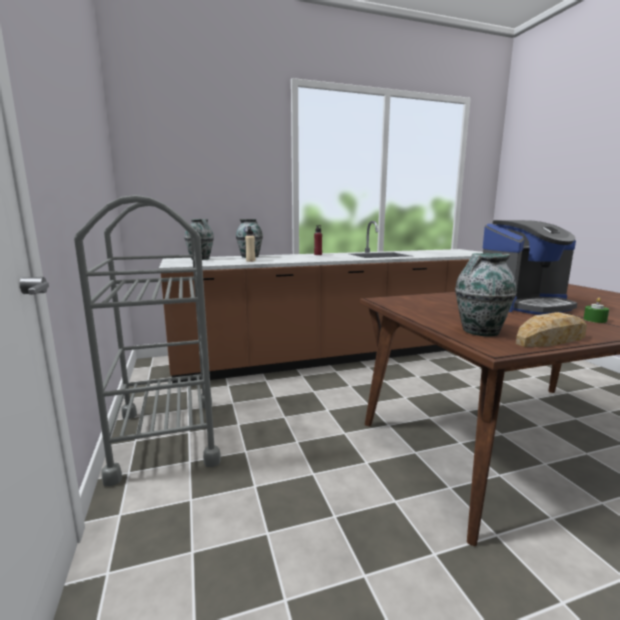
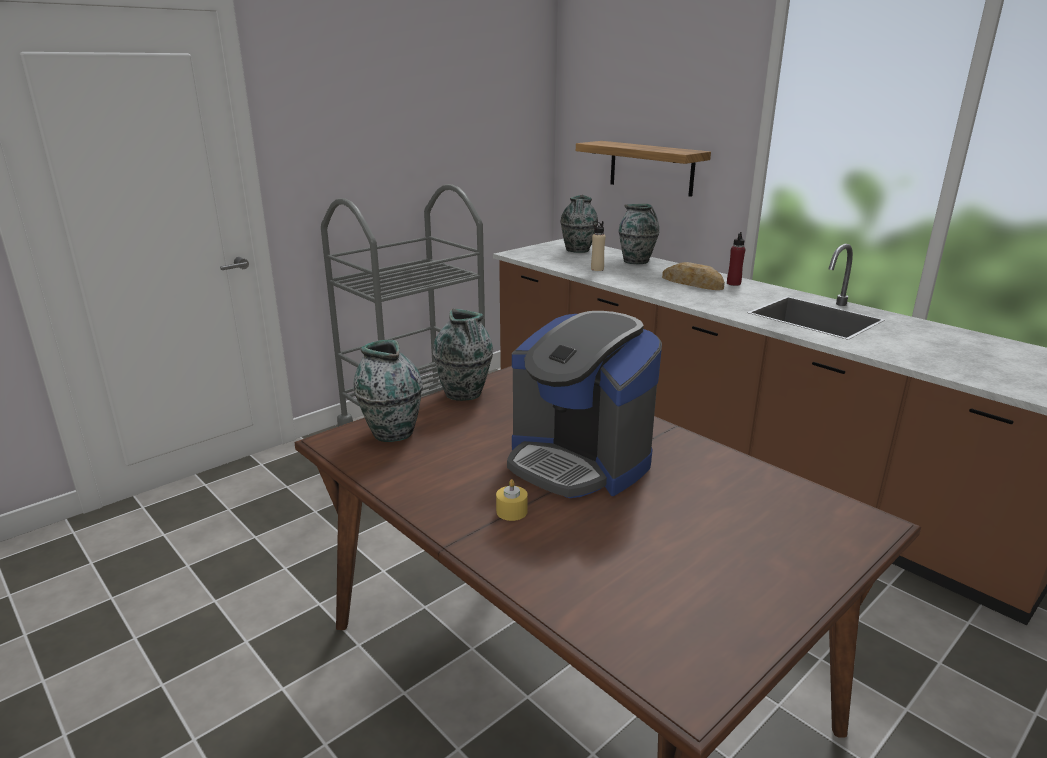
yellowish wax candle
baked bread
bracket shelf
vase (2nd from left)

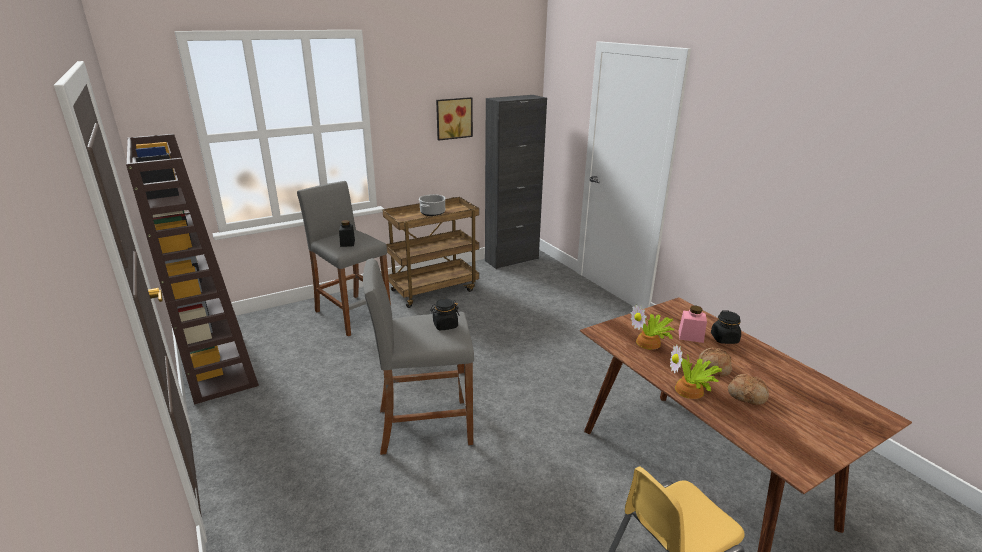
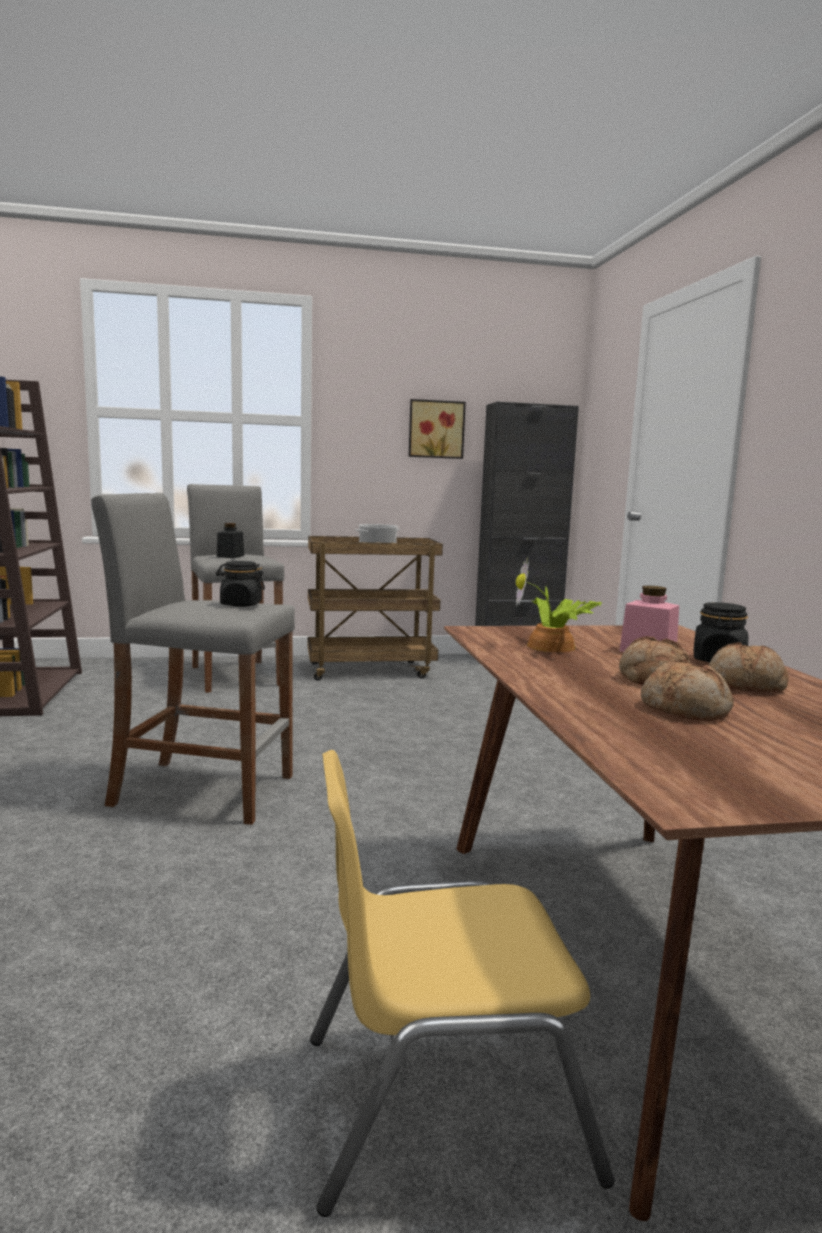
plant in a pot (2nd from left in the first image)
baked bread (3rd from left)

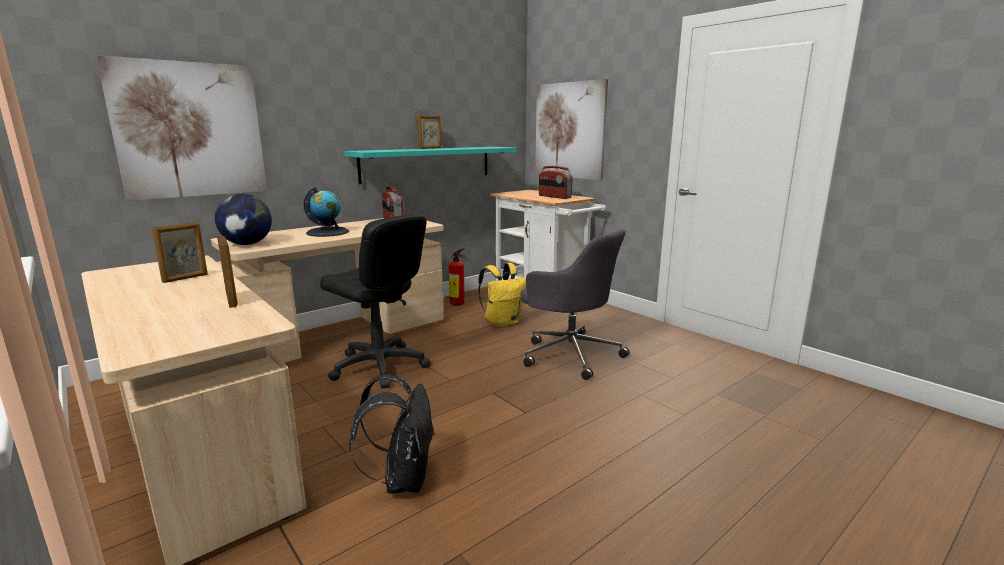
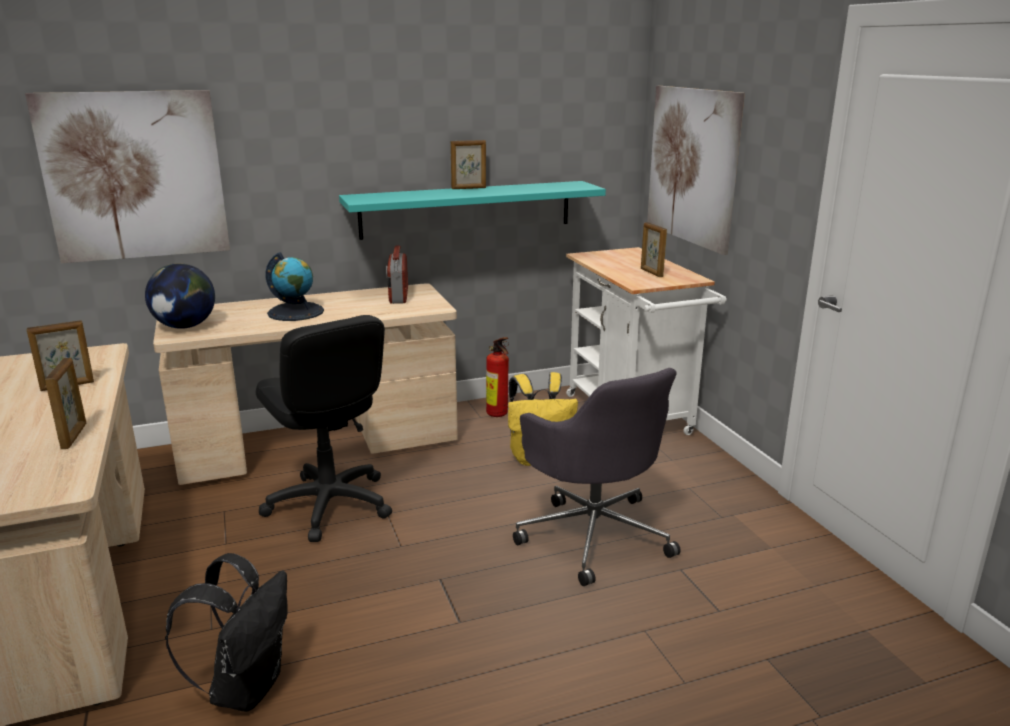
picture frame (4th from left)

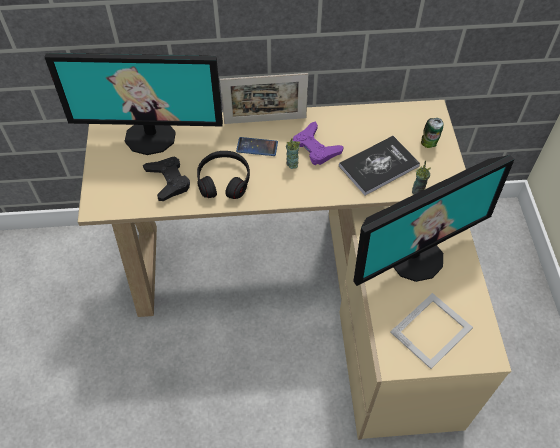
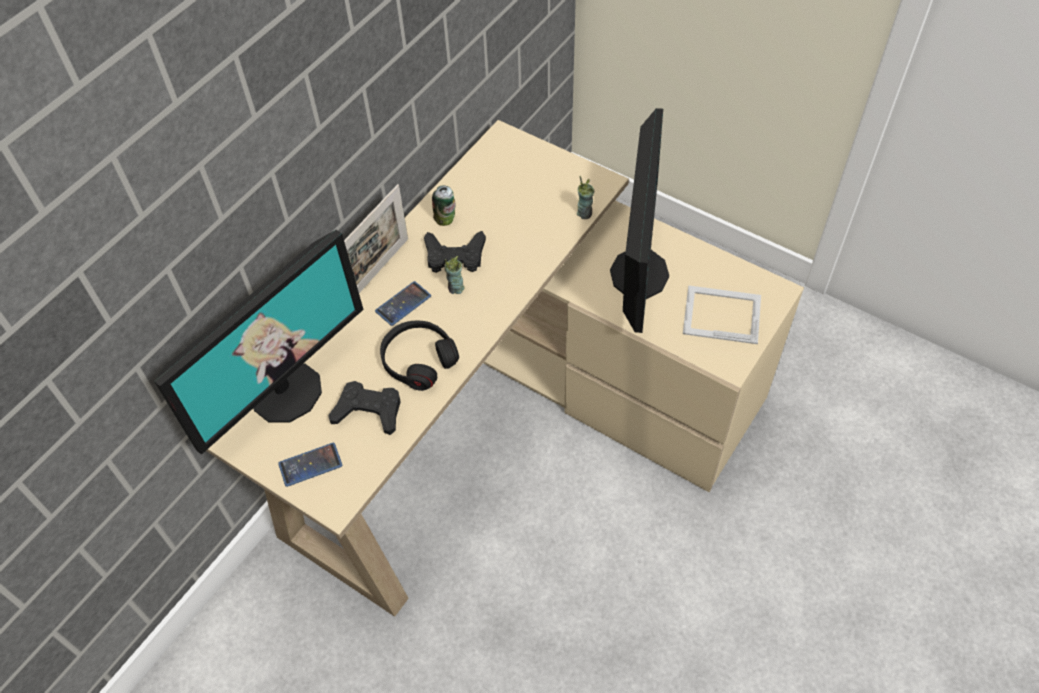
sealed can
black-coloured gamepad (2nd from left)
bound book
picture frame (2nd from left)
phone (1st from left)

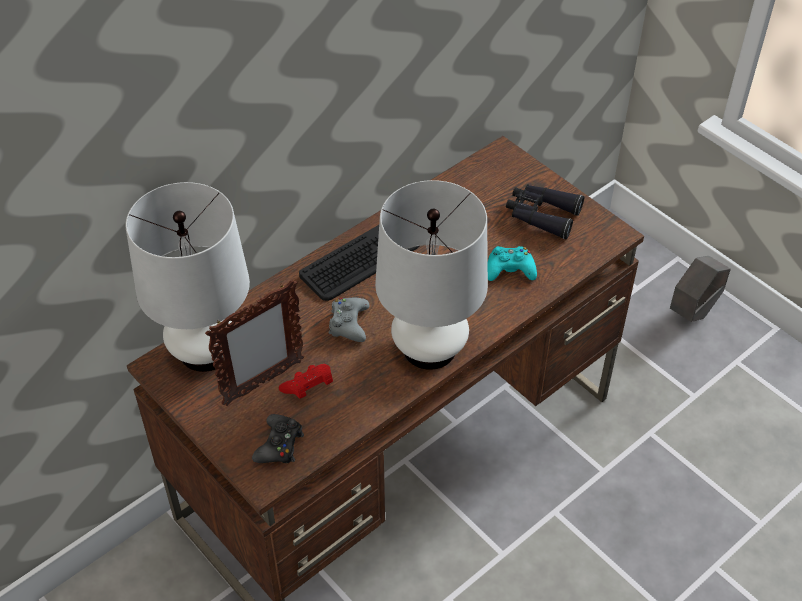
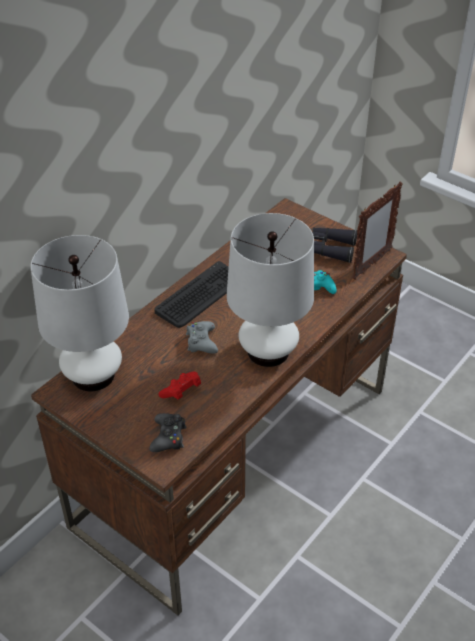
gray flower pot
picture frame

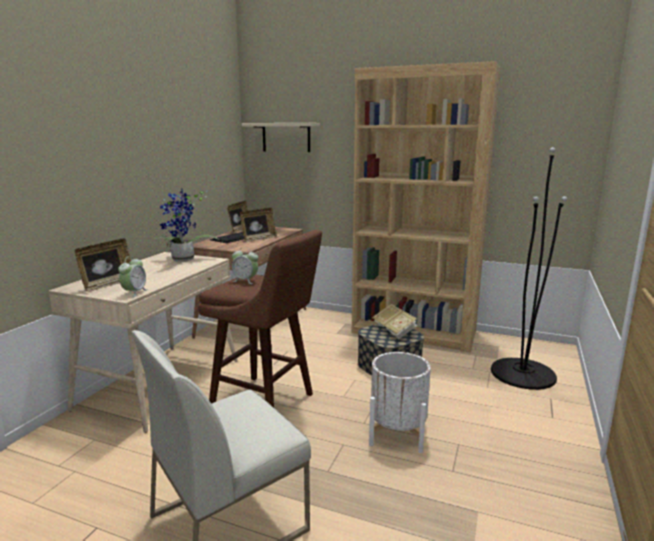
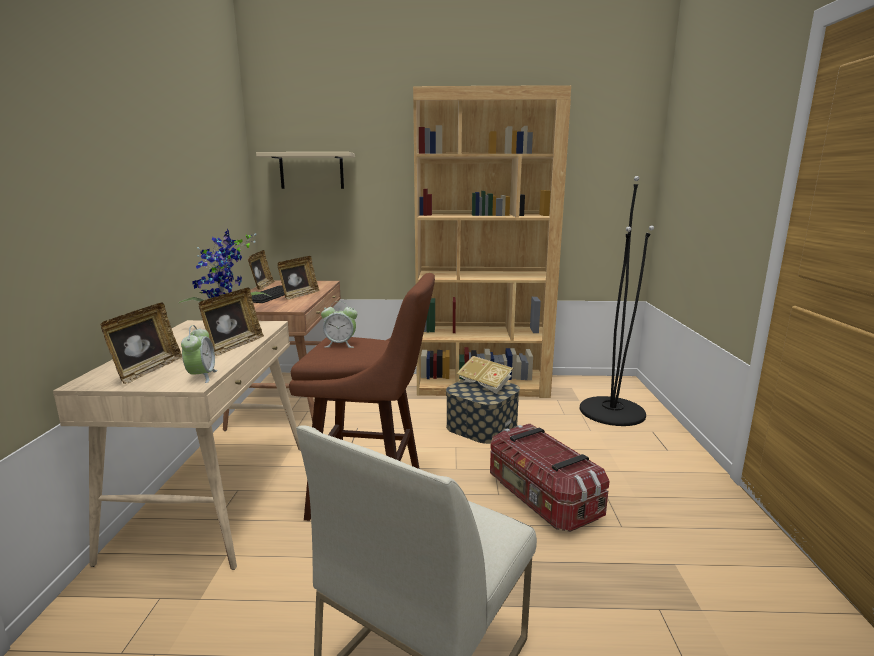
storage bin (2nd from left)
picture frame (2nd from left)

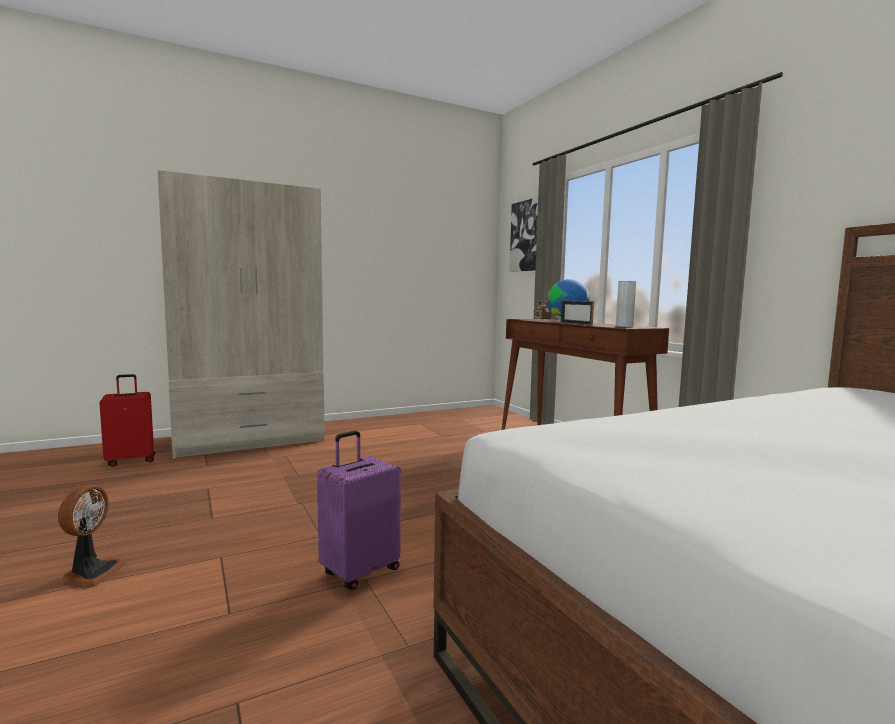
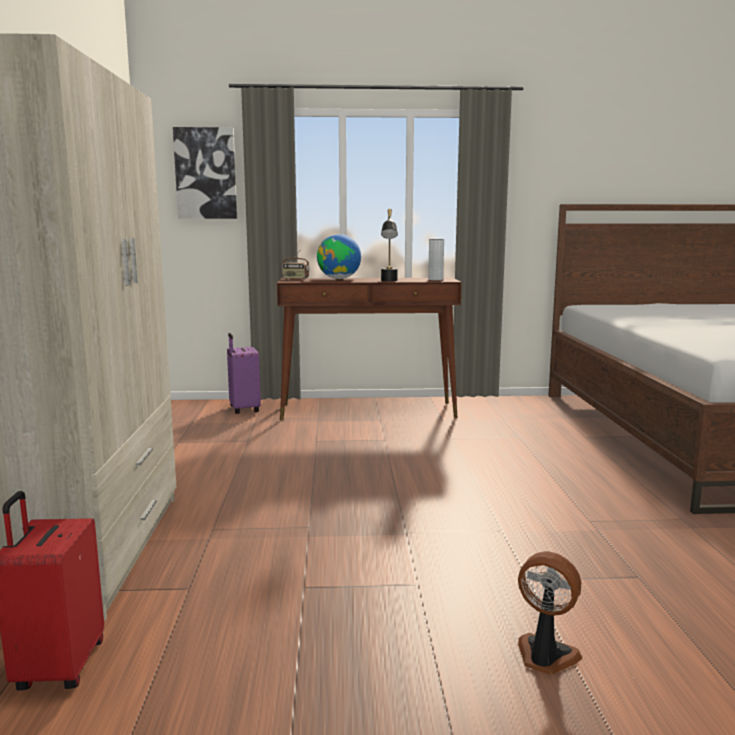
black-coloured lamp for a table
purple travel case

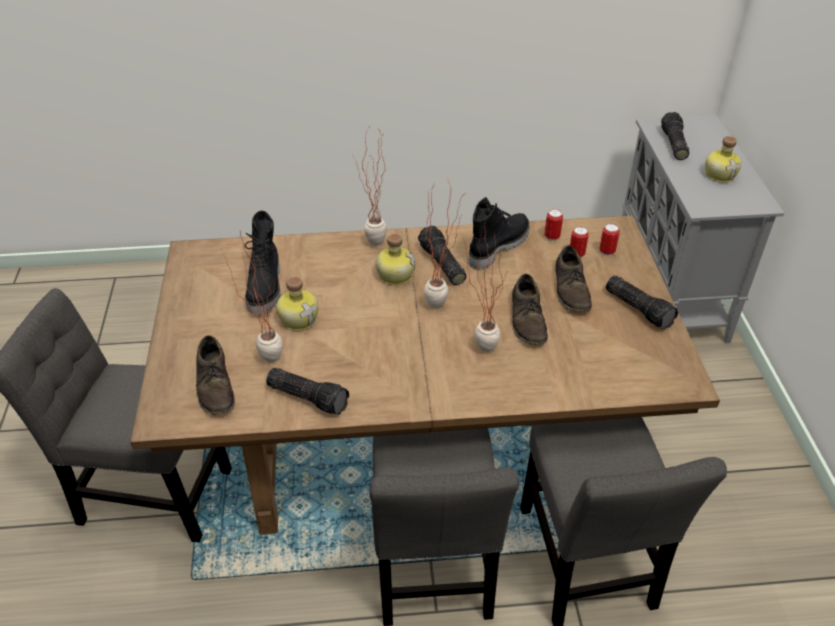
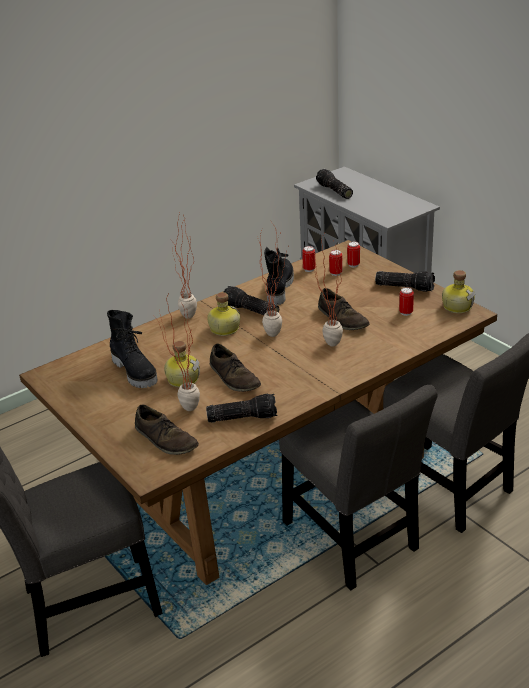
beverage bottle (3rd from left)
brownish item of footwear (2nd from left)
sealed can (4th from left)

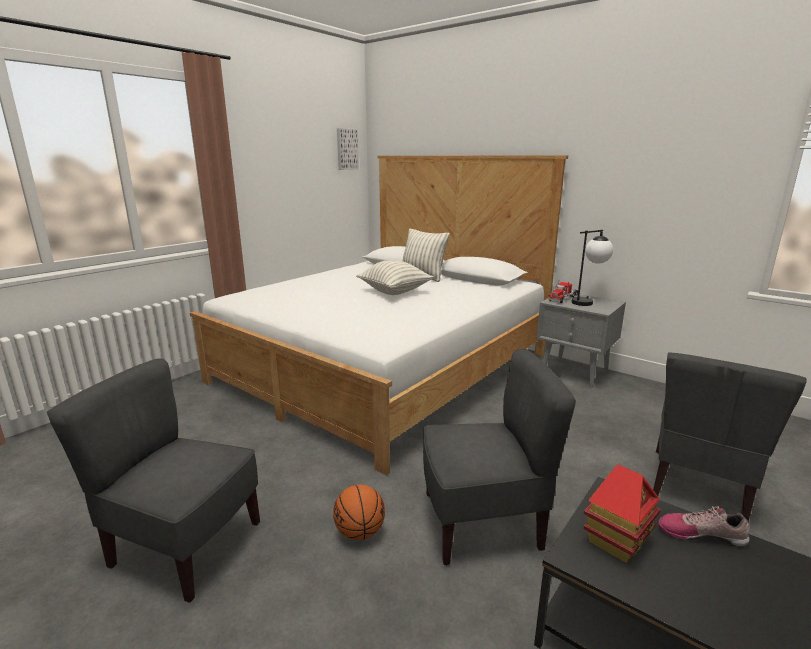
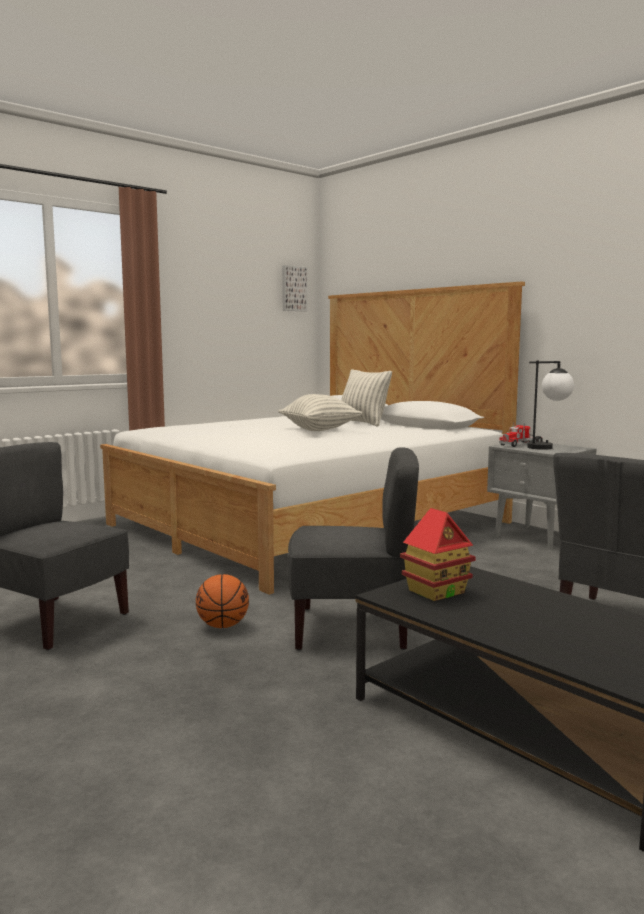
item of footwear

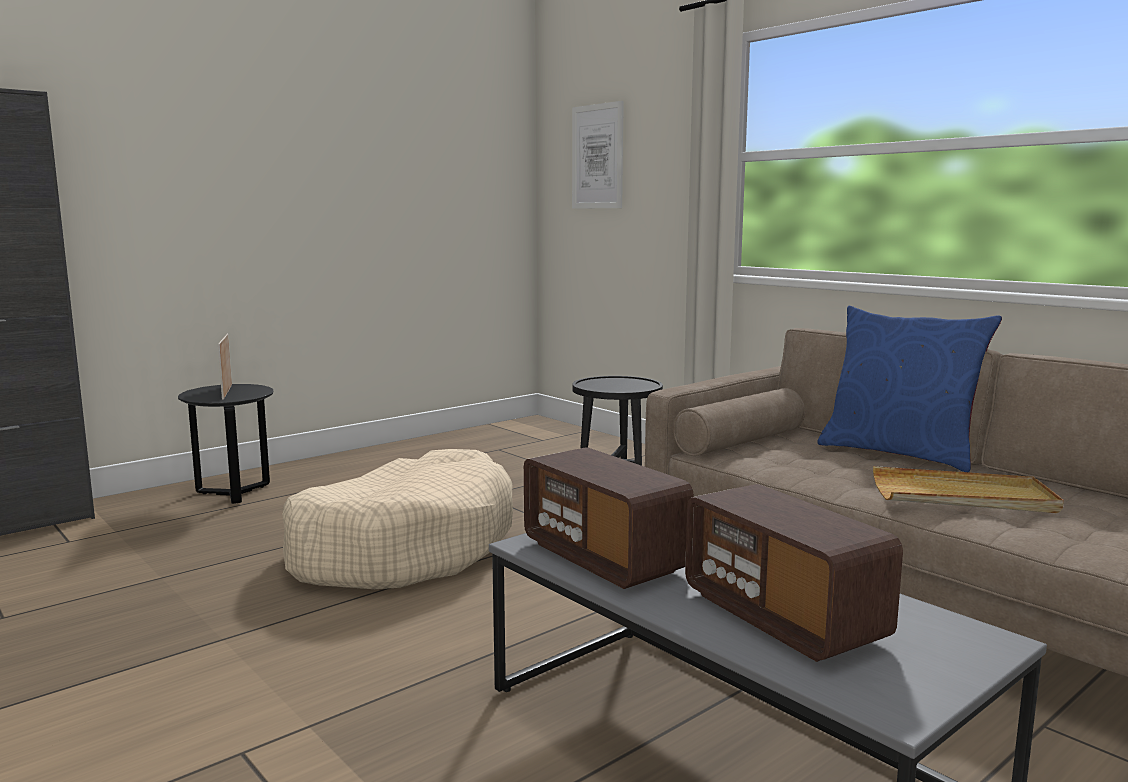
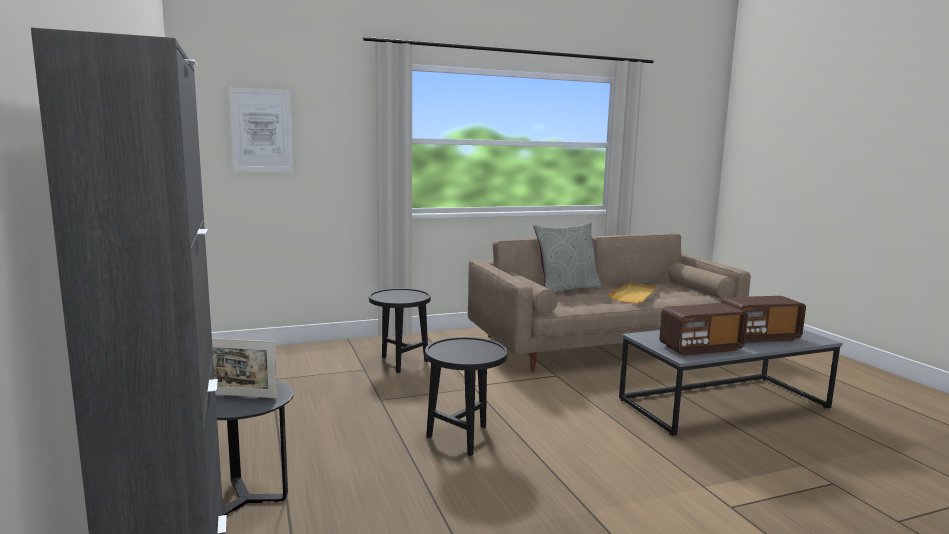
gray throw pillow
black-coloured side table (3rd from left)

